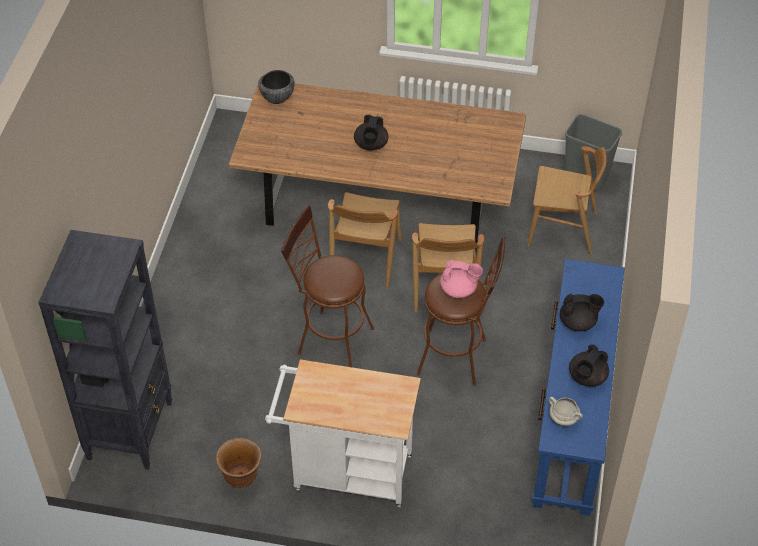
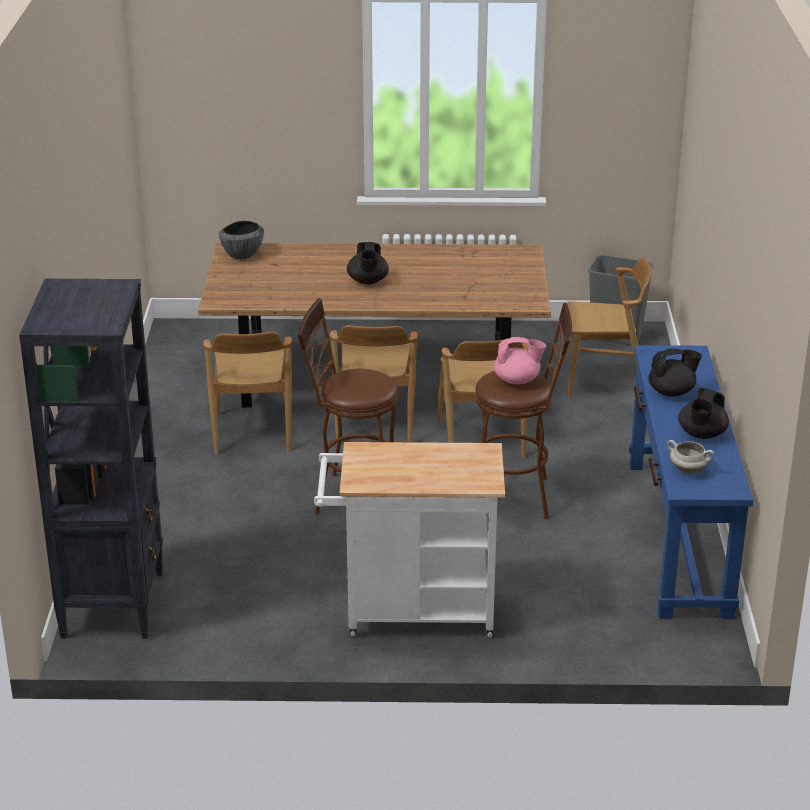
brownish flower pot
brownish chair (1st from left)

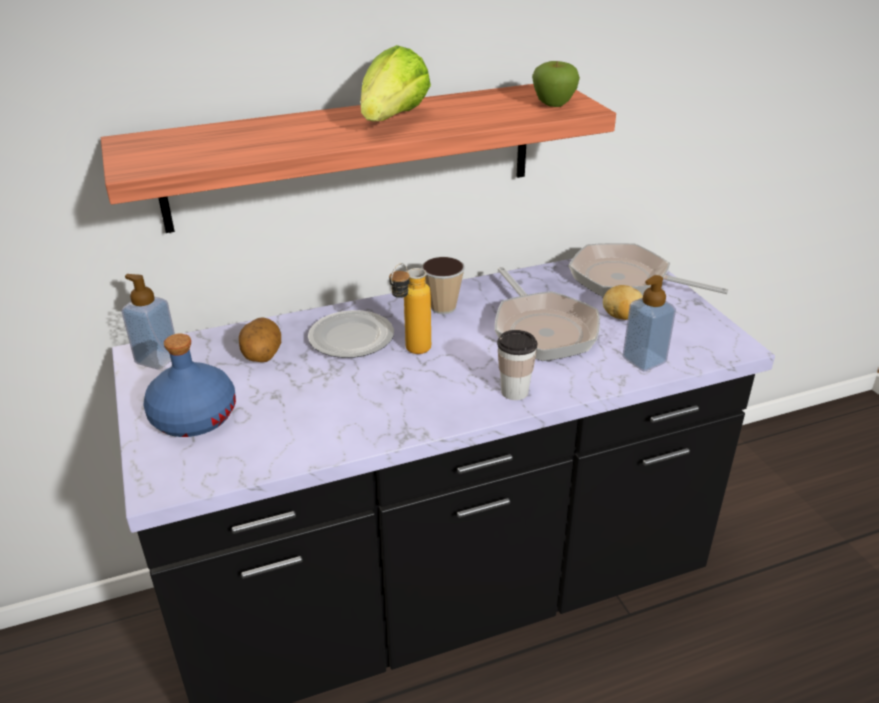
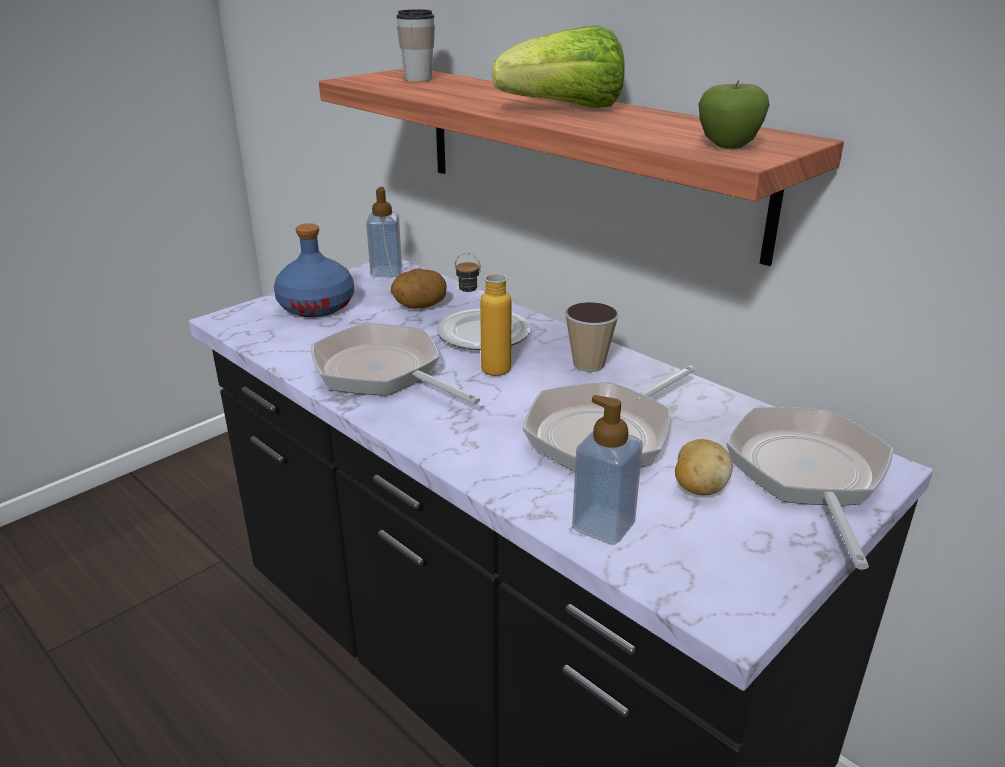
cup (1st from left)
skillet (1st from left)

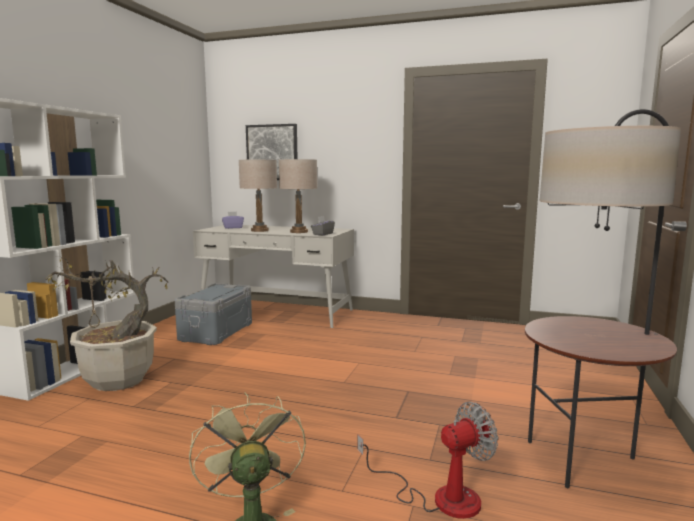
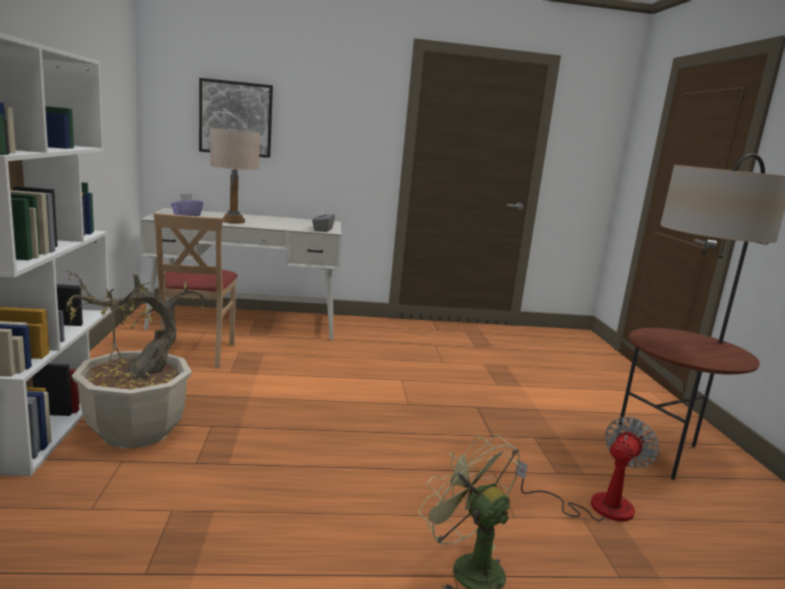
beige lamp for a table (2nd from left in the first image)
beige chair

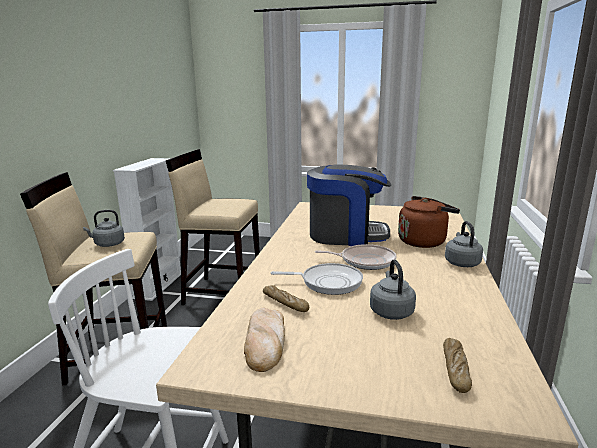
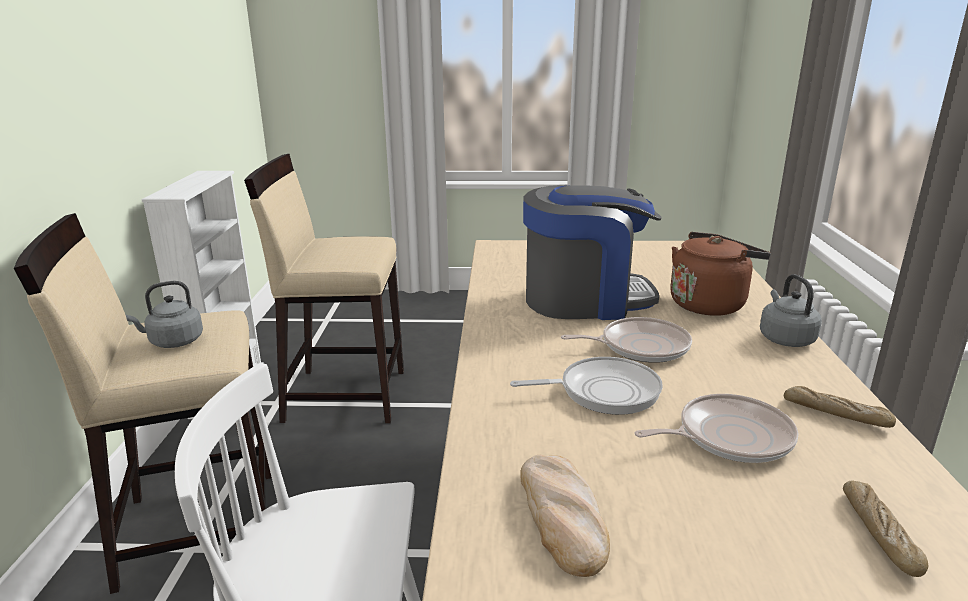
skillet (3rd from left)
baked bread (2nd from left)

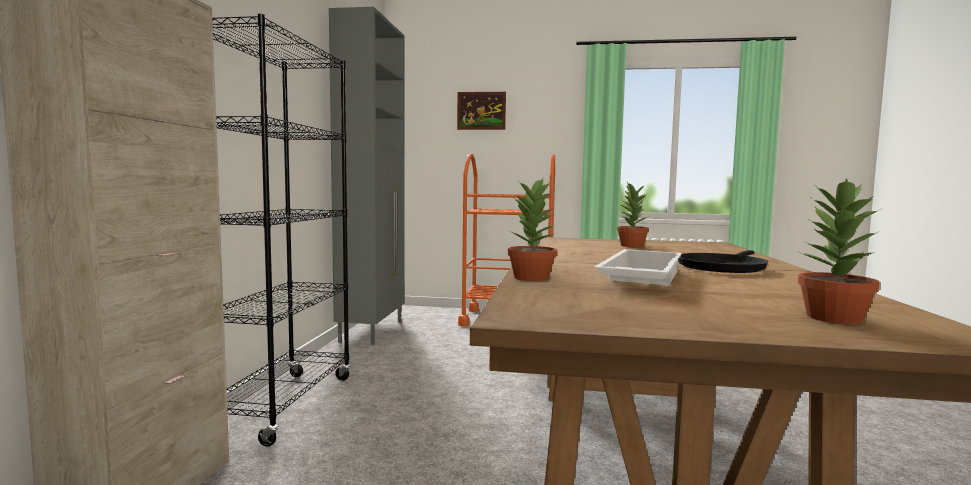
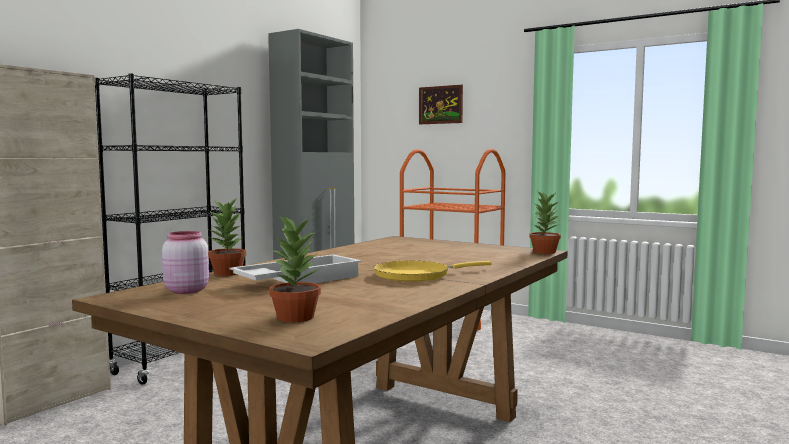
plant in a pot (3rd from left)
yellowish skillet
pinkish preserve jar

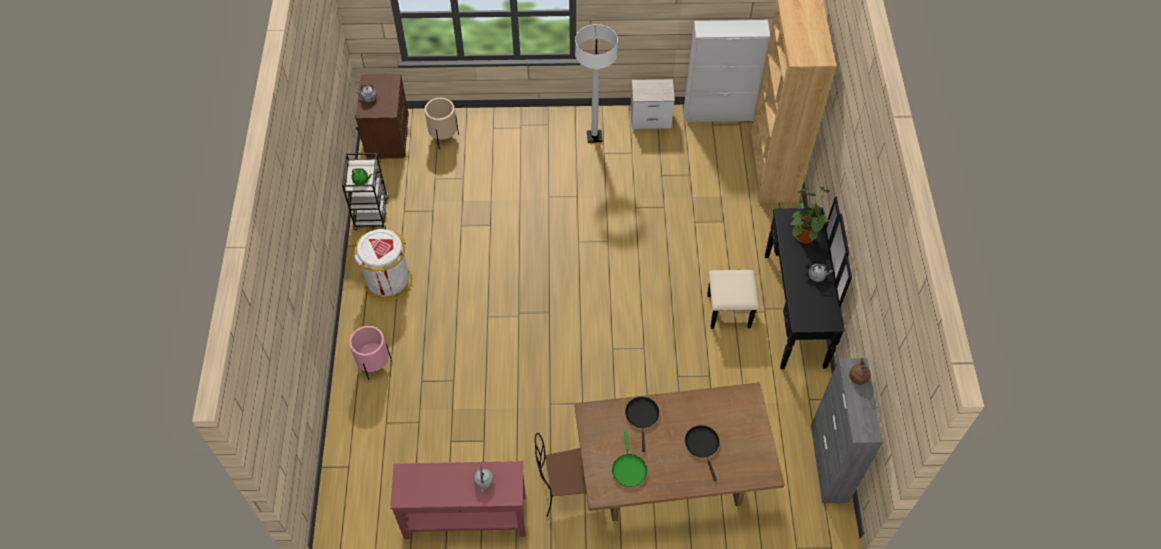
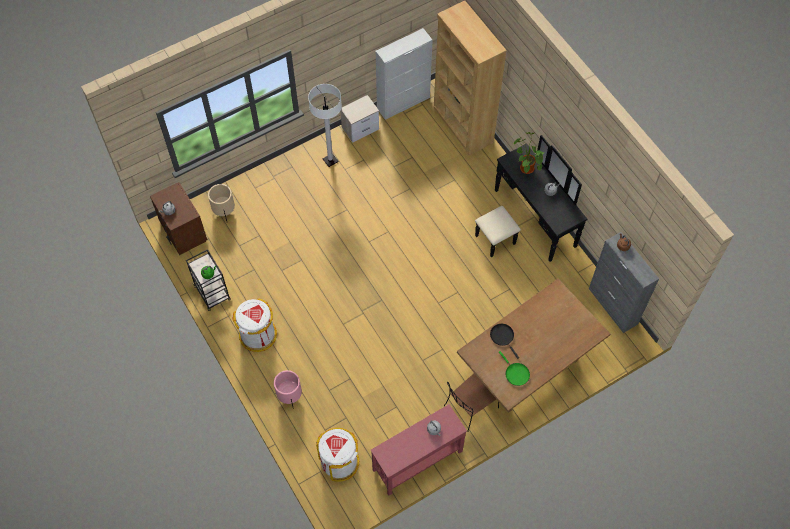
black-coloured skillet (2nd from left in the first image)
white rubbish bin (2nd from left)

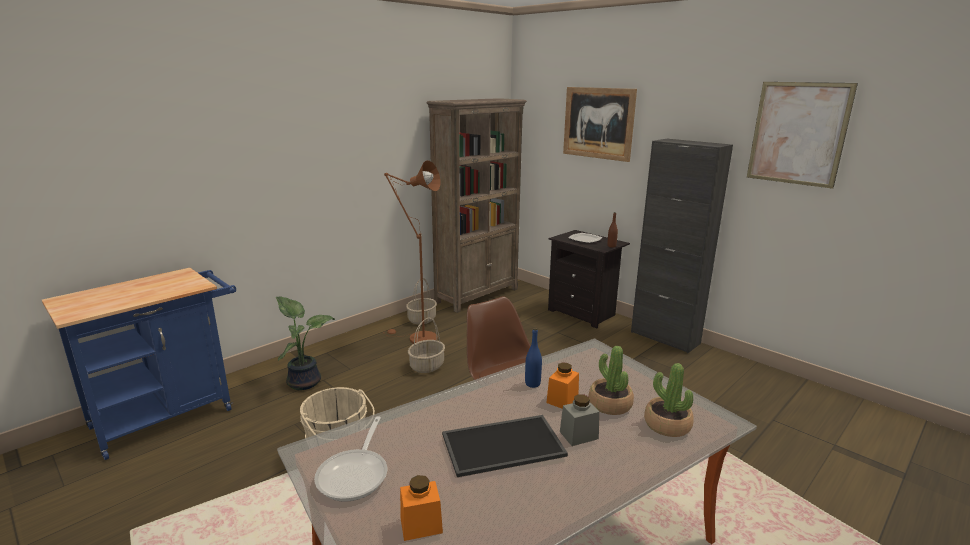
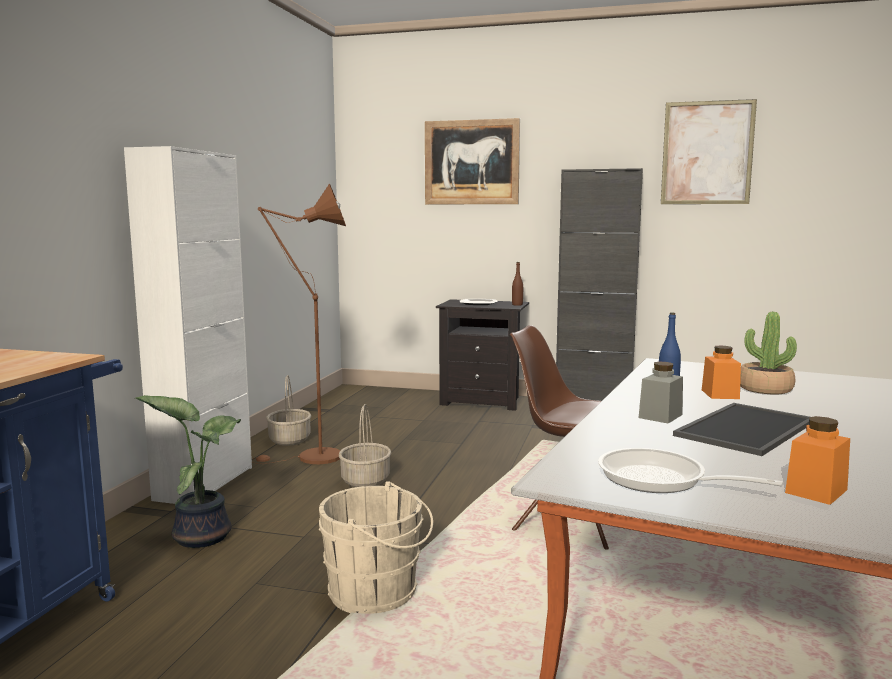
brownish shelving unit
plant in a pot (3rd from left in the first image)
gray preserve jar
skillet
white cupboard

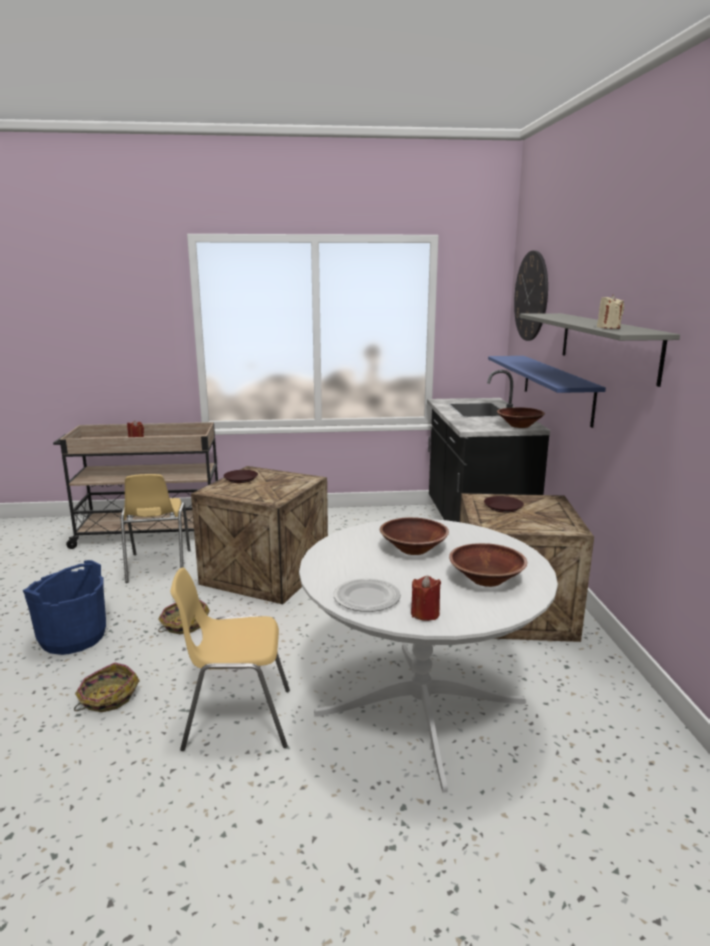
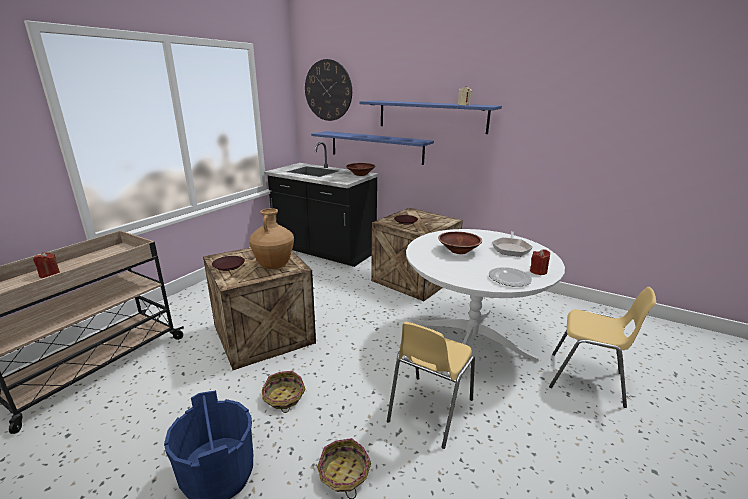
blue-coloured bracket shelf (2nd from left)
yellowish chair (2nd from left)
skillet
brownish vase

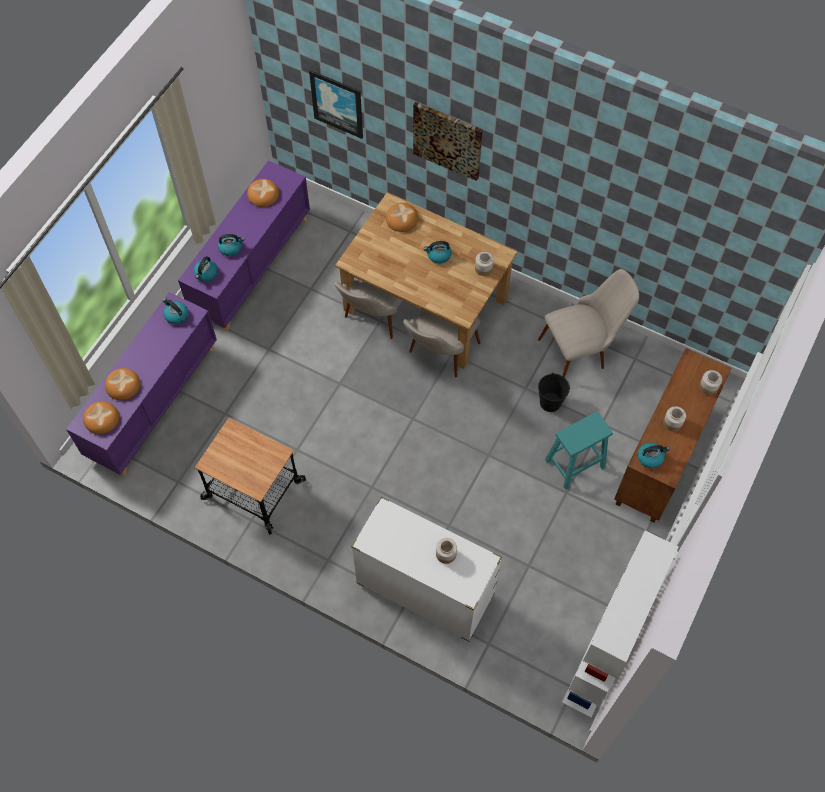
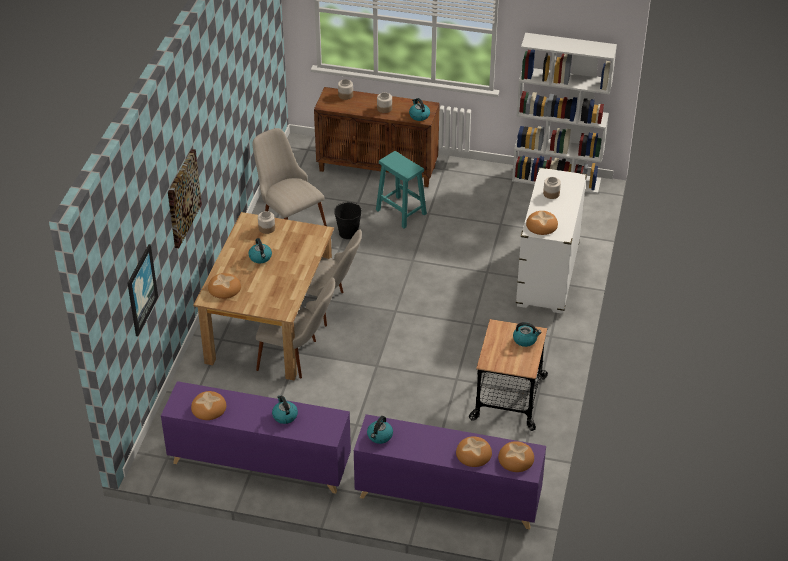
water kettle (5th from left)
baked bread (5th from left)

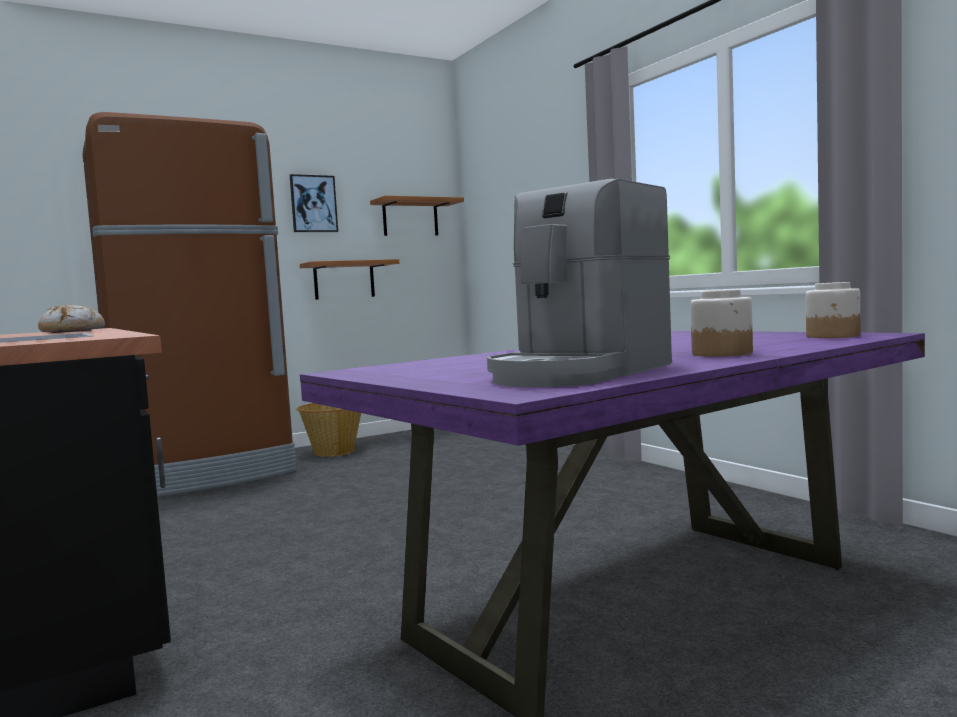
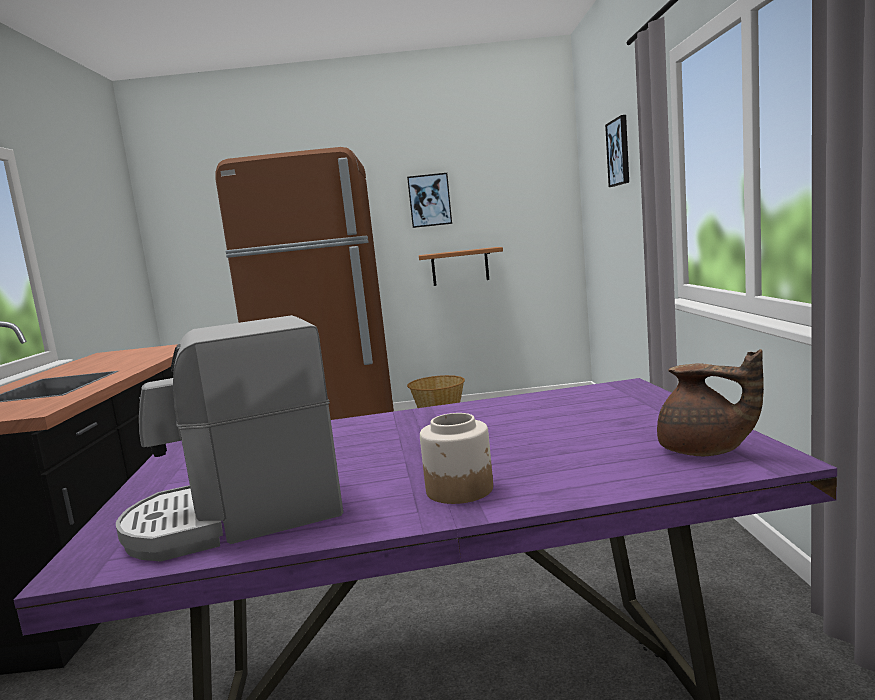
bracket shelf (2nd from left in the first image)
brownish pot for tea
baked bread
wall art (2nd from left)

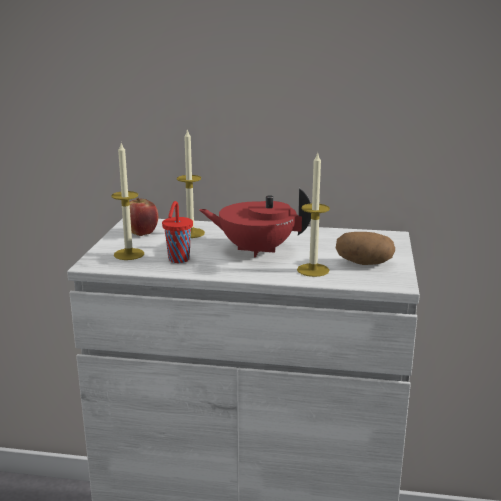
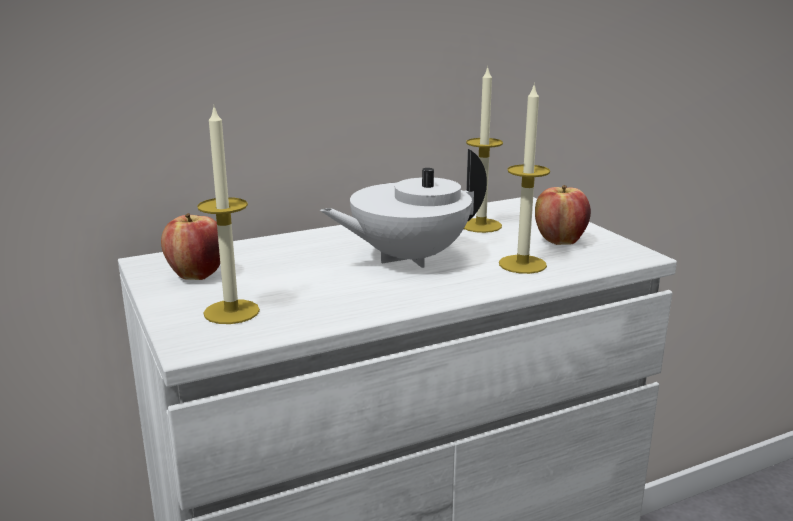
wax candle (2nd from left)
white pot for tea
red cup
apple fruit (2nd from left)

